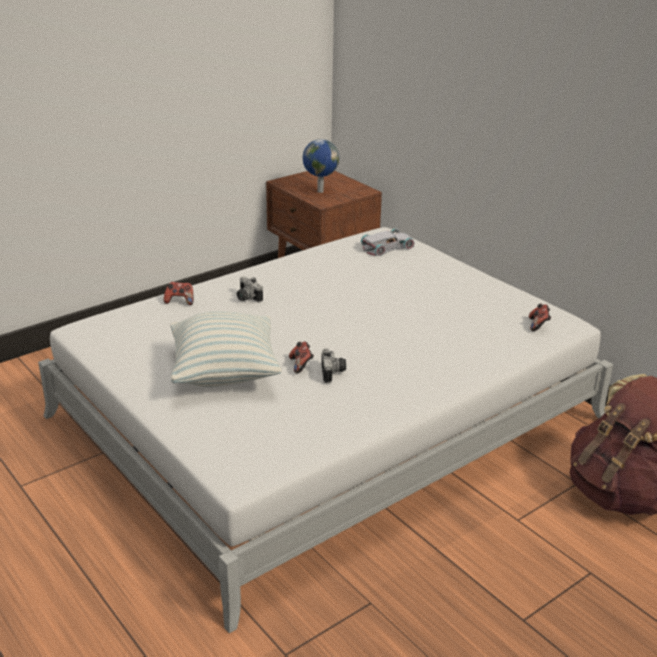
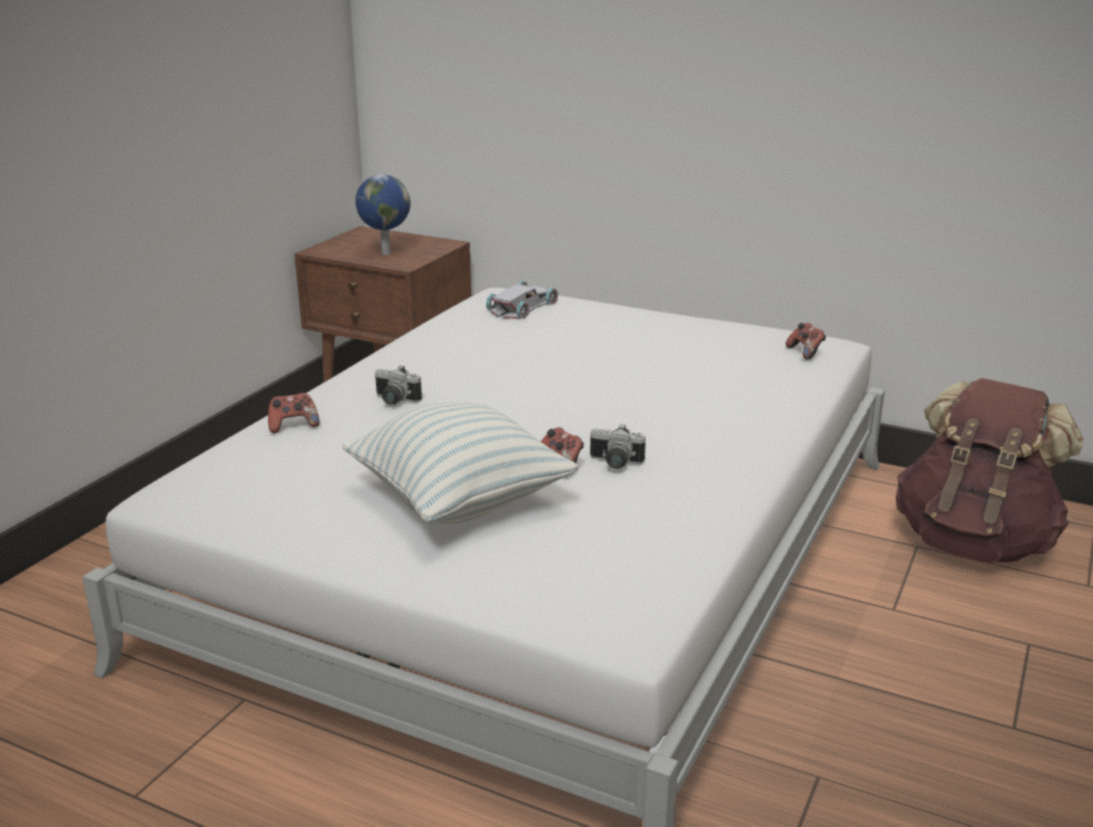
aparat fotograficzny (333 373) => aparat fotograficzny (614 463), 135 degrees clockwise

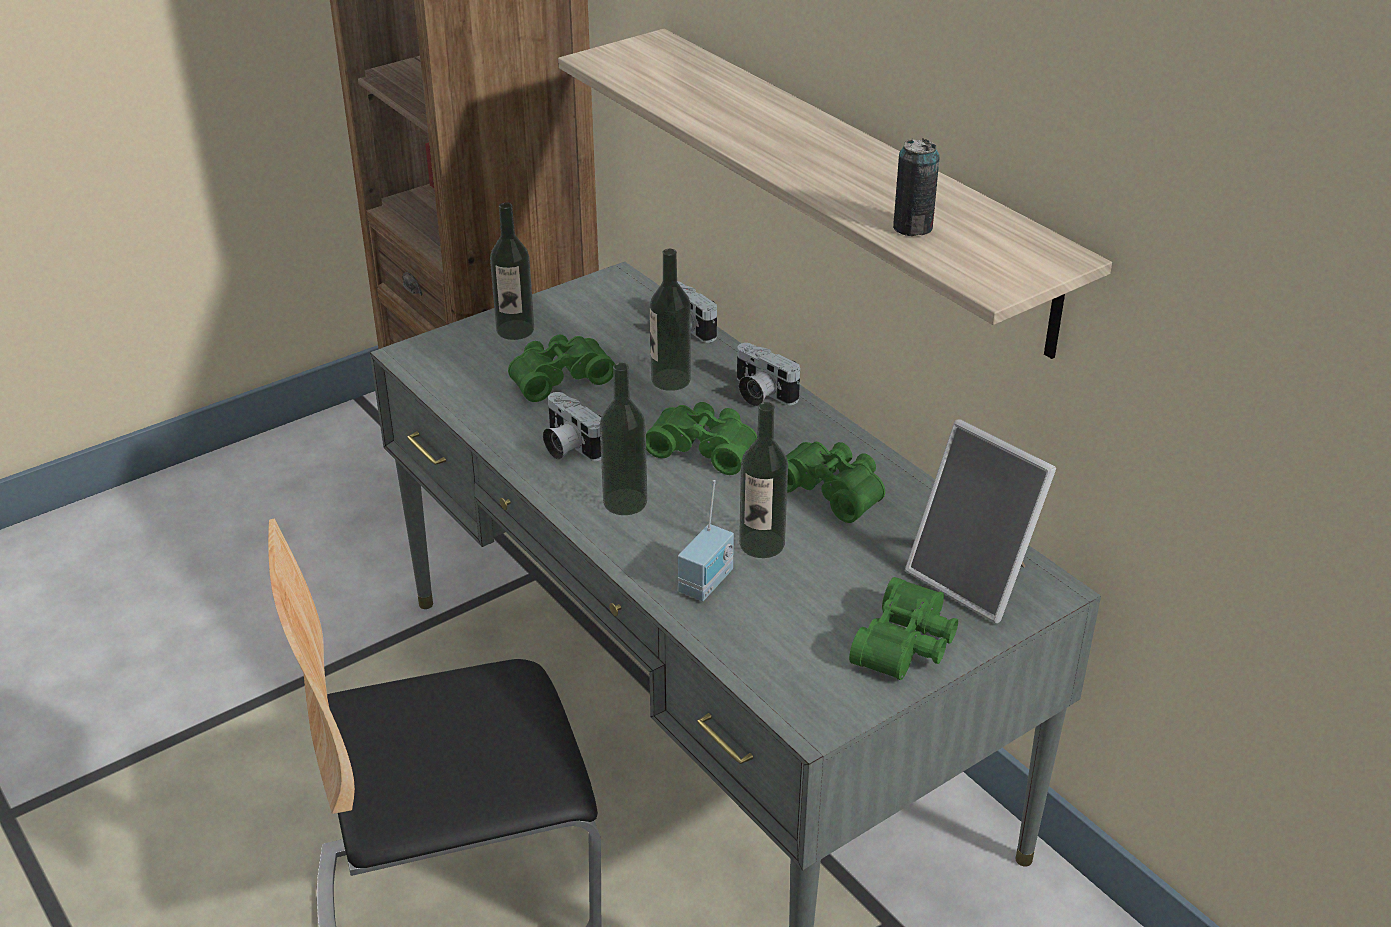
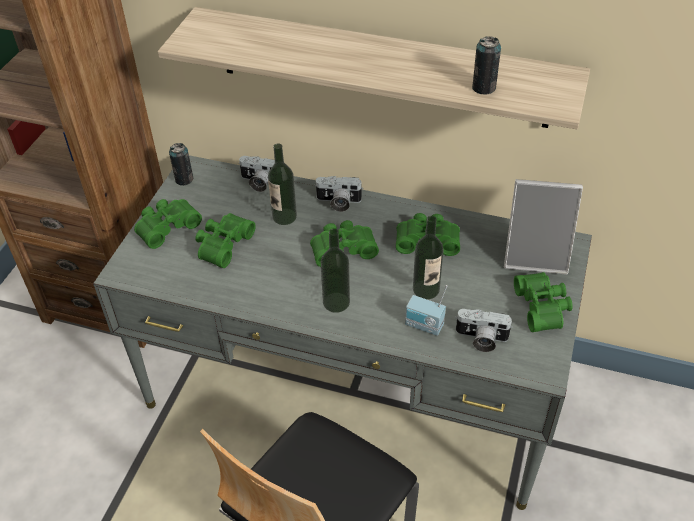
butelka (515 330) => lornetka [zielony] (166 226)
nothing => puszka (184 179)
radio (708 583) => radio (424 326), 120 degrees clockwise
aparat fotograficzny (568 446) => aparat fotograficzny (481 339), moved

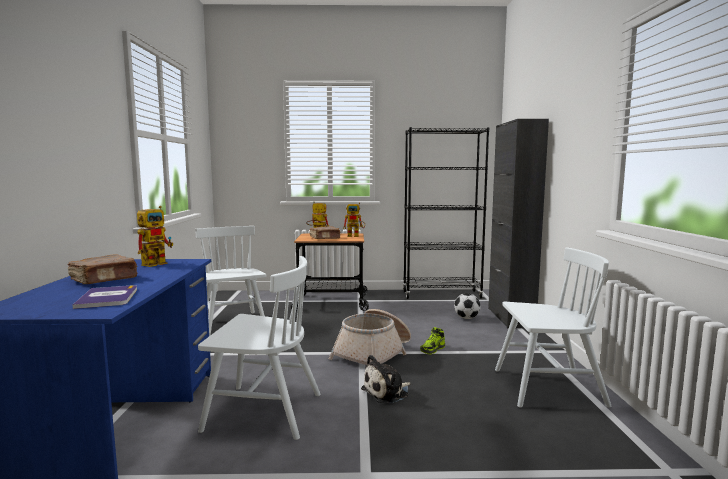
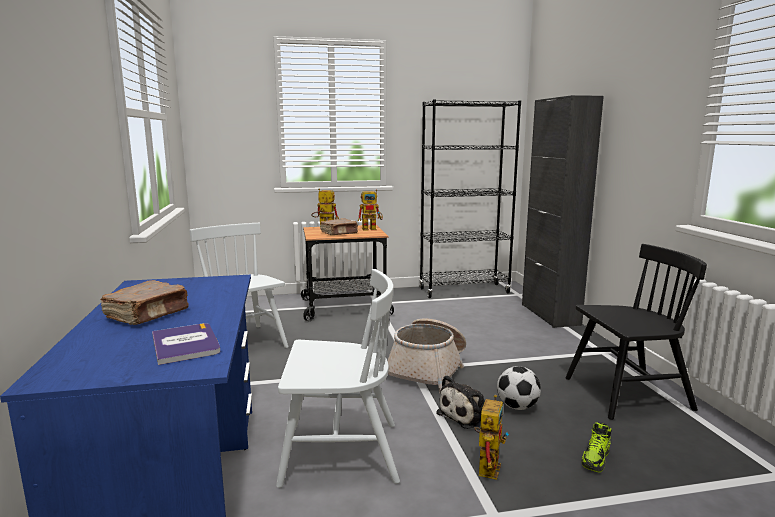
robot zabawkowy (157 263) => robot zabawkowy (487 465), moved
piłka futbolowa (466 318) => piłka futbolowa (517 407), moved
krzesło [biały] (547 387) => krzesło [czarny] (627 394)
but (432 349) => but (596 459), moved

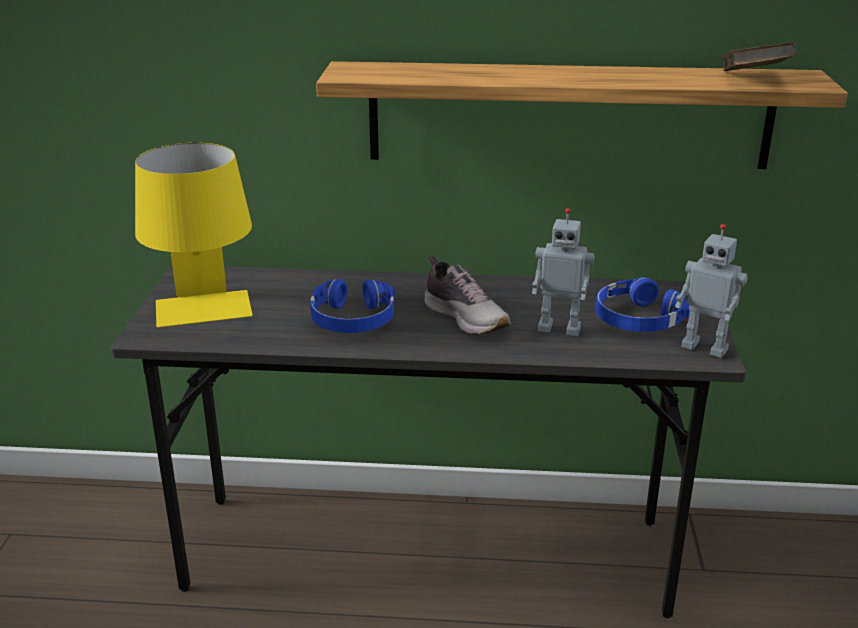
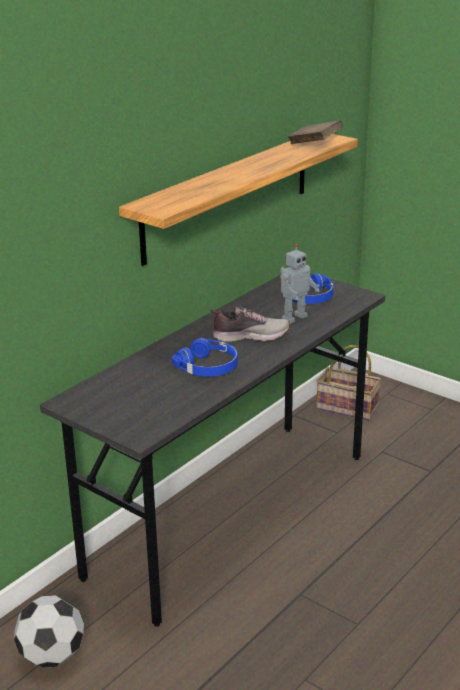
nothing => piłka futbolowa (52 656)
nothing => koszyk (345 408)
lampa stołowa [żółty] (205 317) => nothing
robot zabawkowy (705 347) => nothing

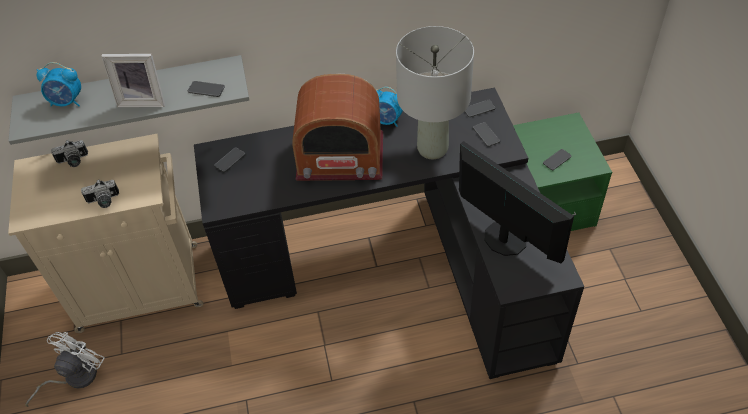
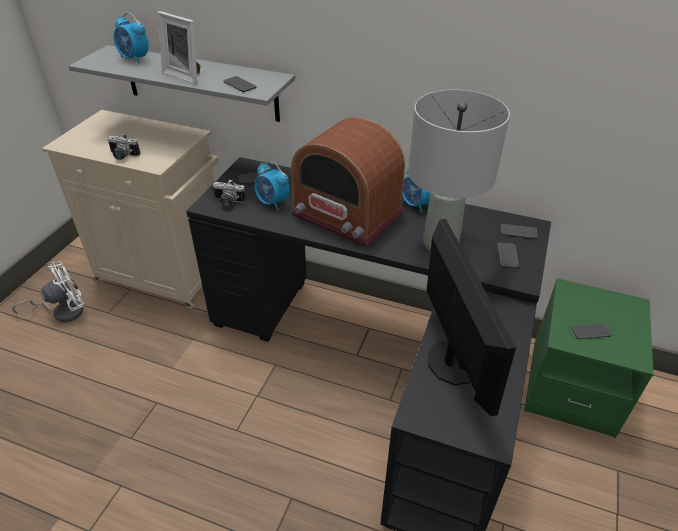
aparat fotograficzny (73 161) => aparat fotograficzny (228 202), moved
nothing => budzik (272 203)

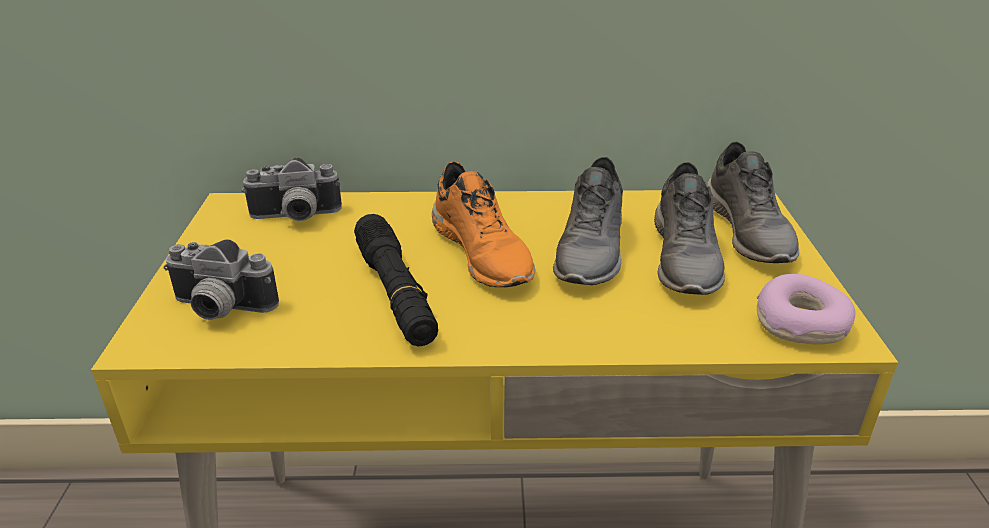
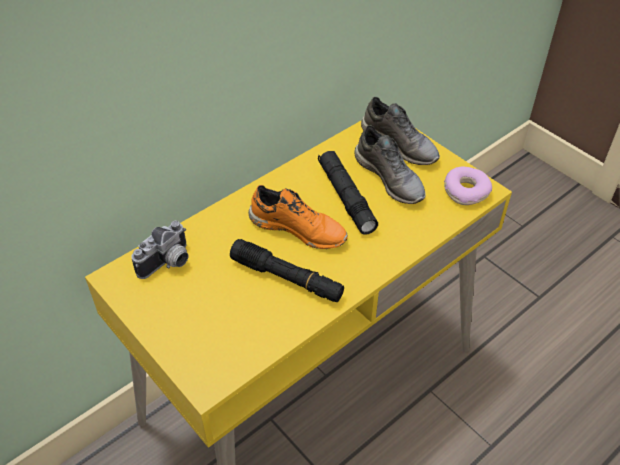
but [szary] (592 250) => latarka [czarny] (346 197)
aparat fotograficzny (218 310) => nothing

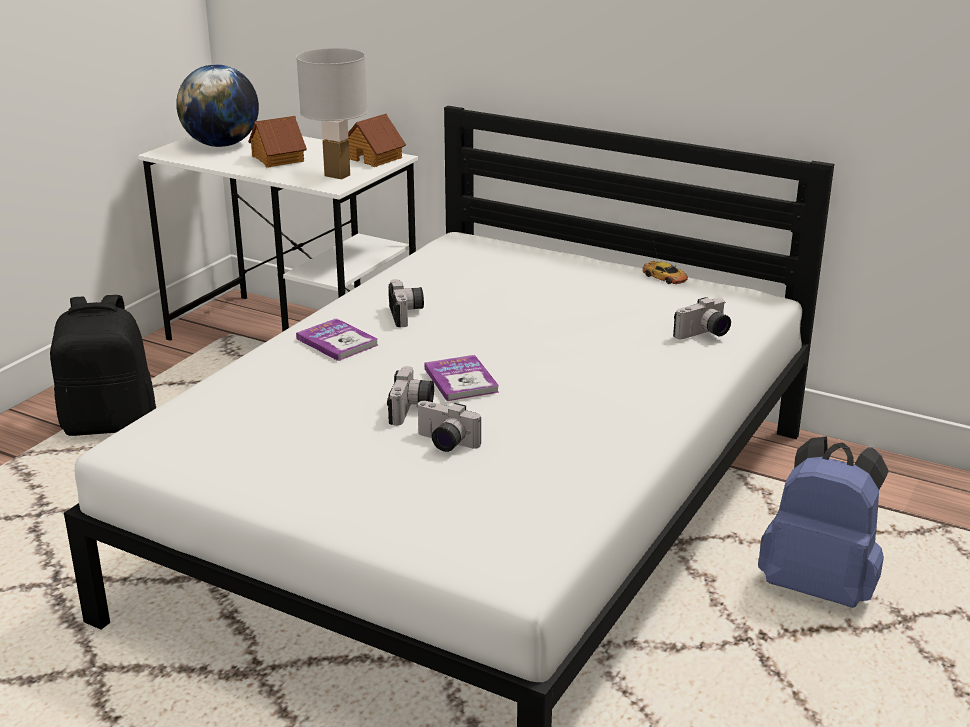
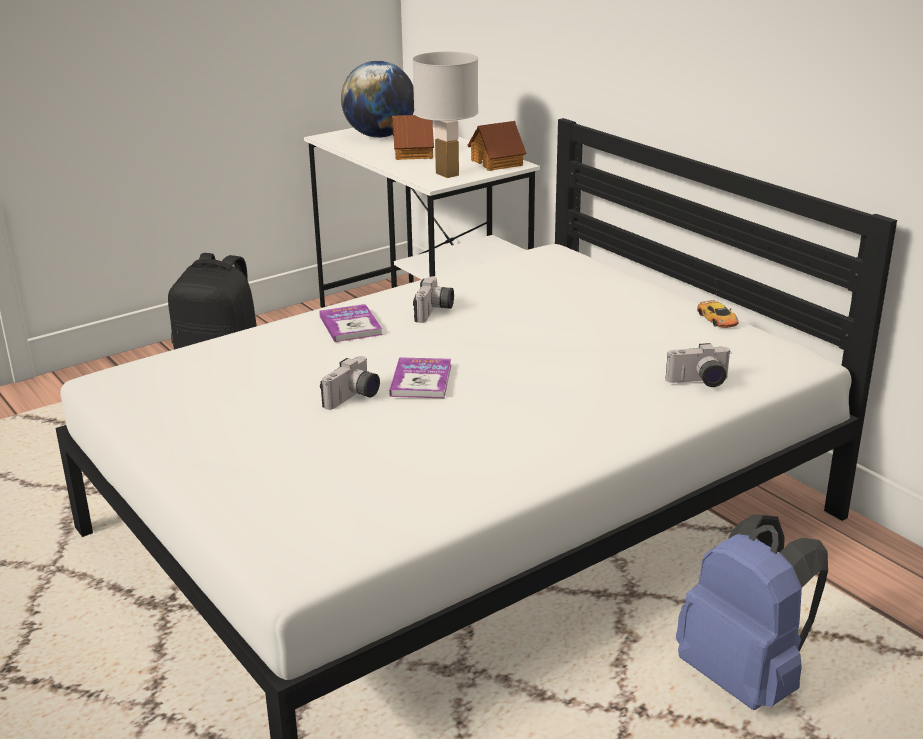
aparat fotograficzny (444 443) => nothing

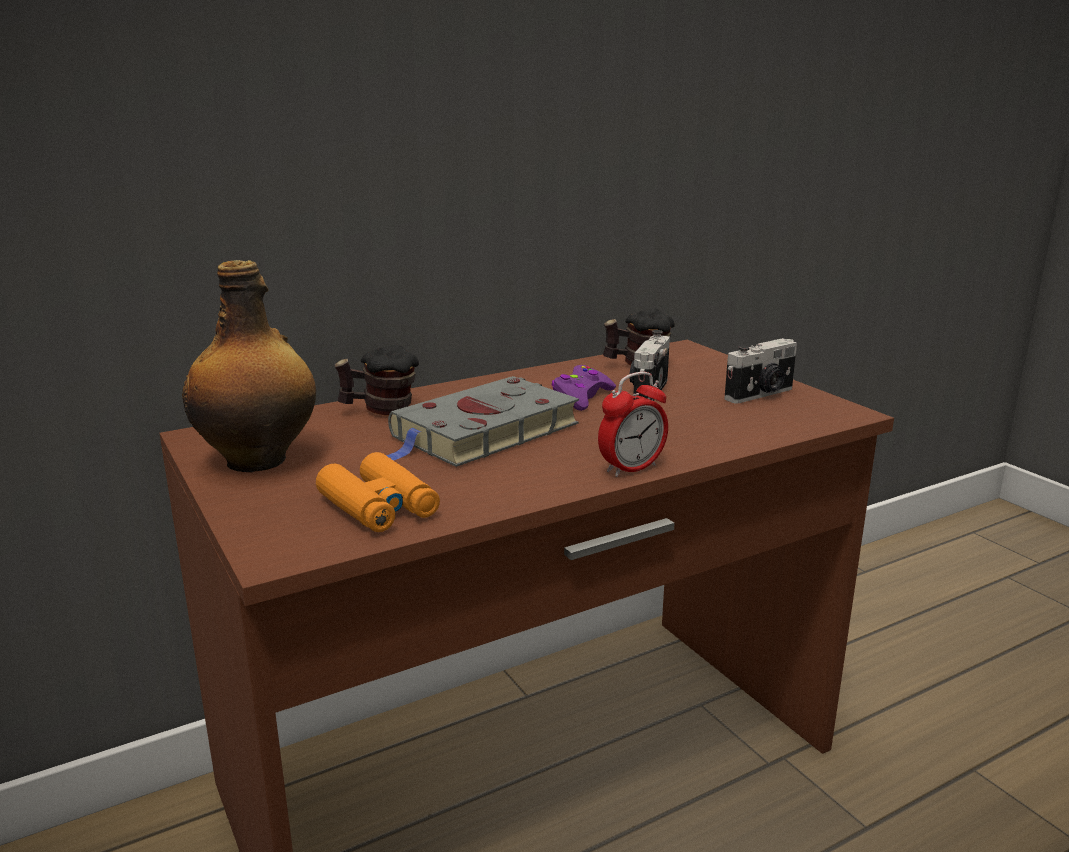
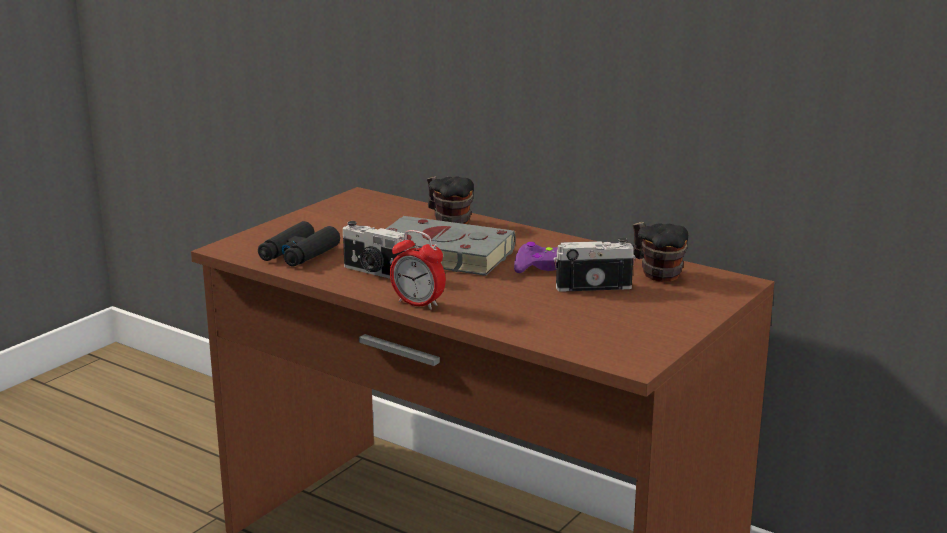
lornetka [pomarańczowy] (379 507) => lornetka [czarny] (299 254)
aparat fotograficzny (761 394) => aparat fotograficzny (375 272), moved
butelka (259 460) => nothing

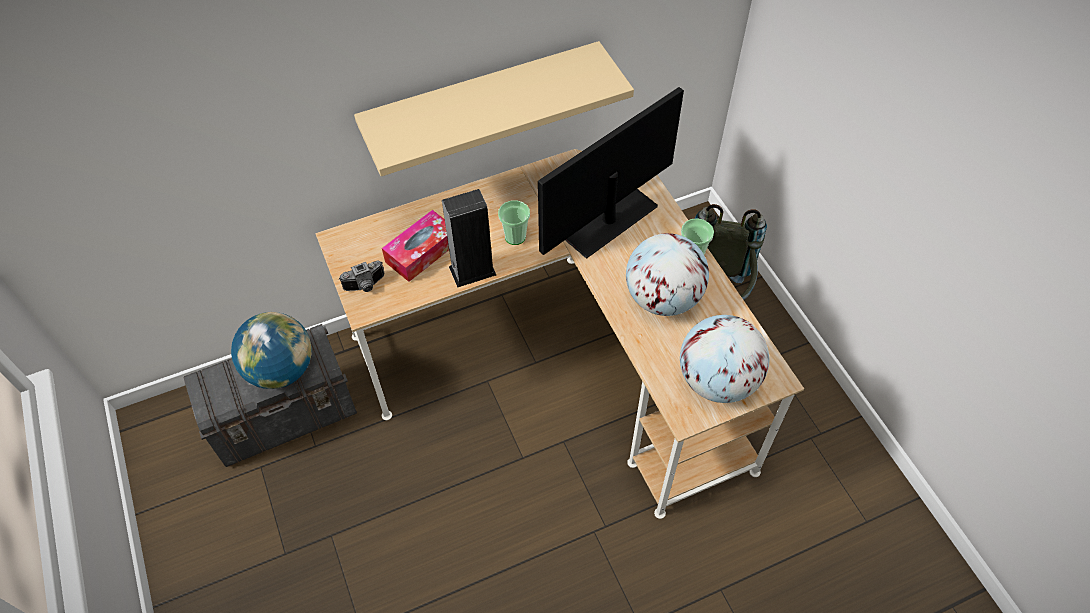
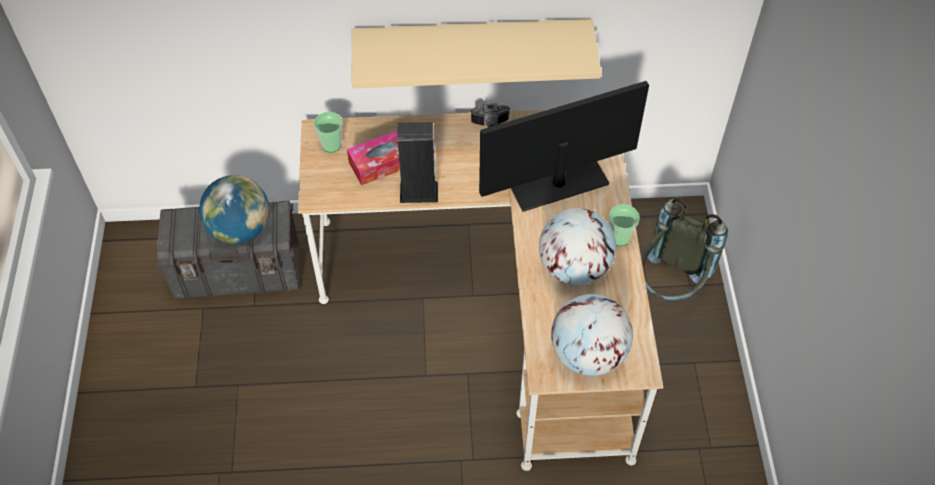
filiżanka (515 237) => filiżanka (331 145), moved
aparat fotograficzny (366 286) => aparat fotograficzny (490 124), moved

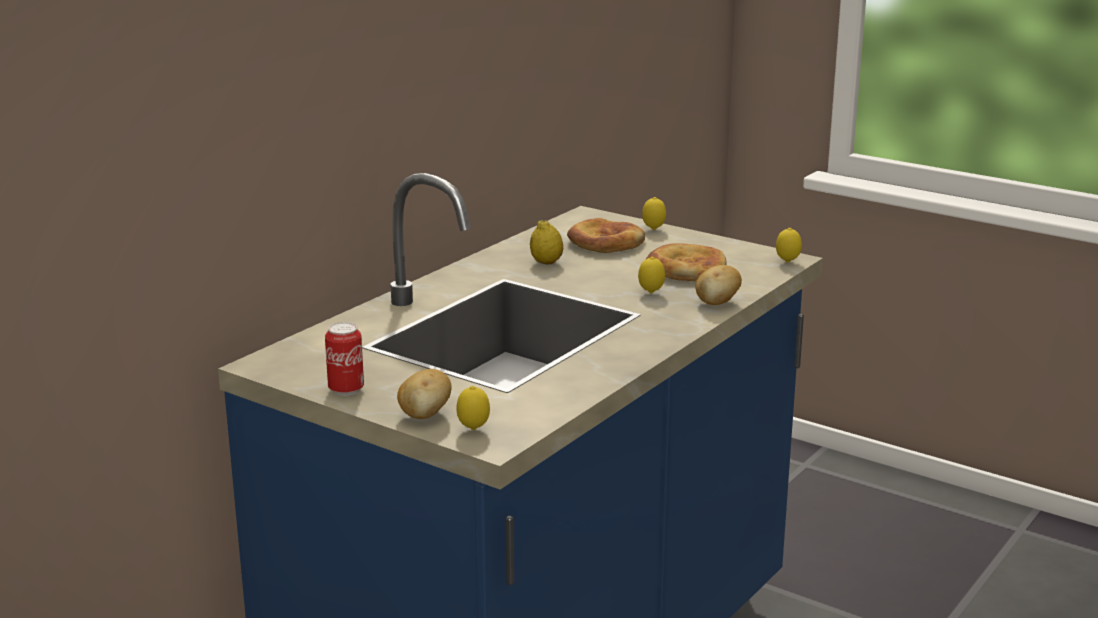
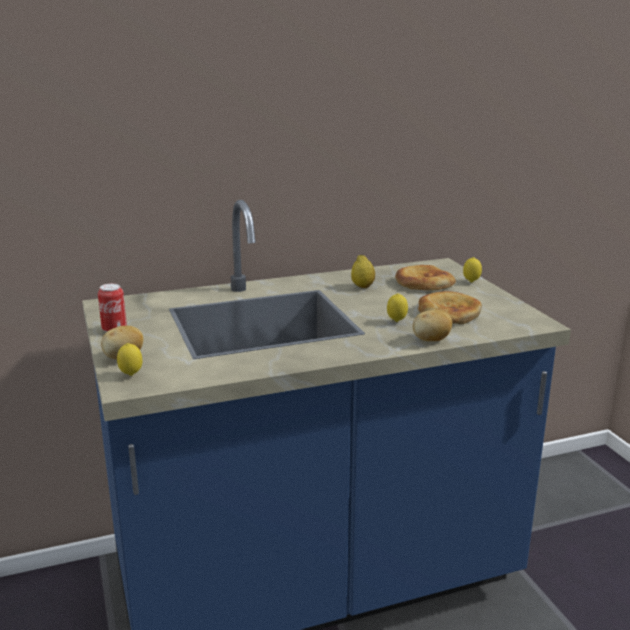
cytryna (787 262) => nothing

